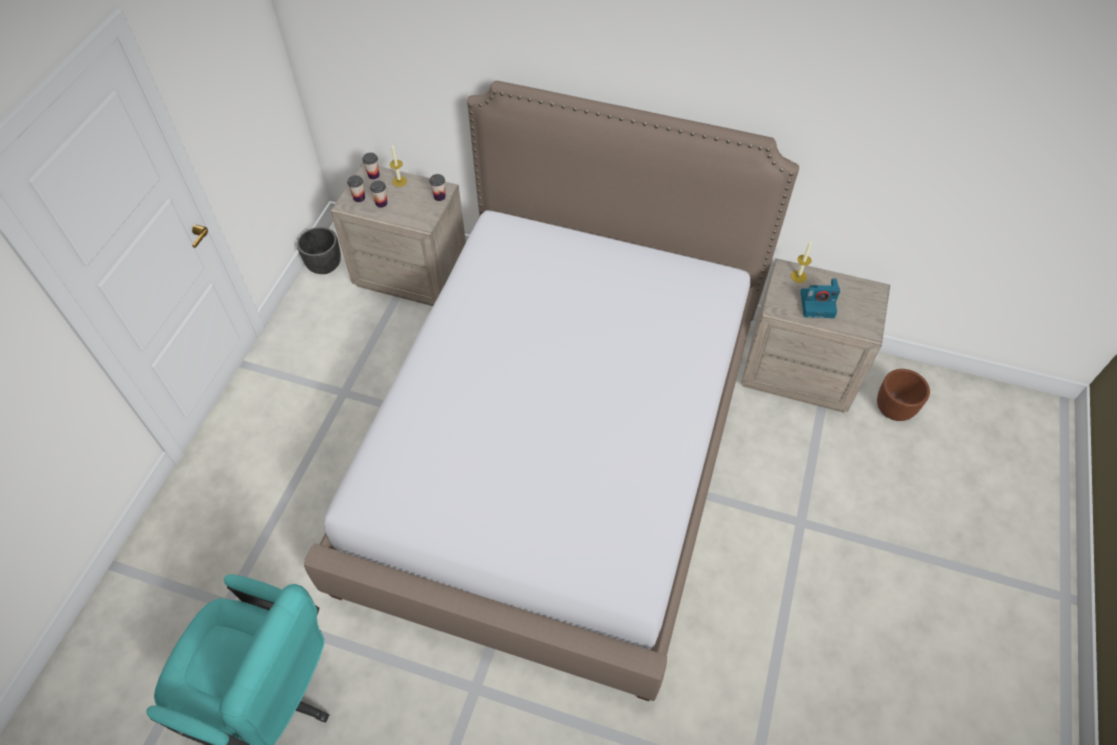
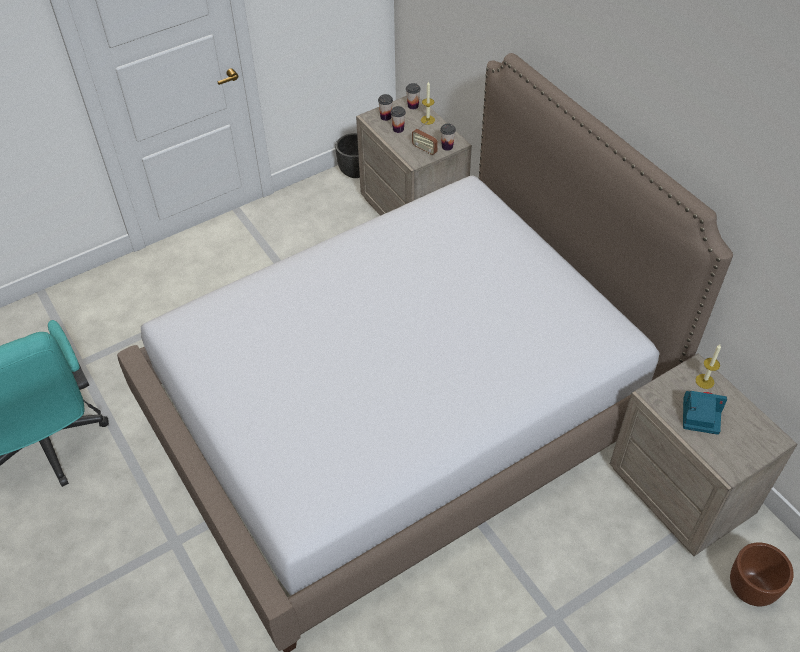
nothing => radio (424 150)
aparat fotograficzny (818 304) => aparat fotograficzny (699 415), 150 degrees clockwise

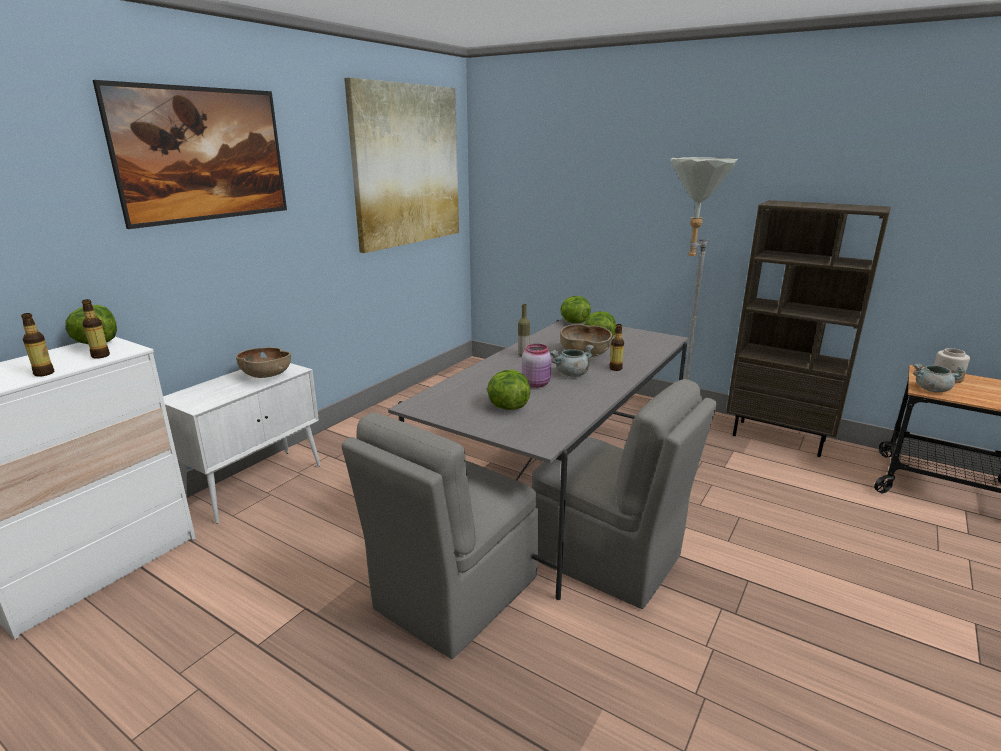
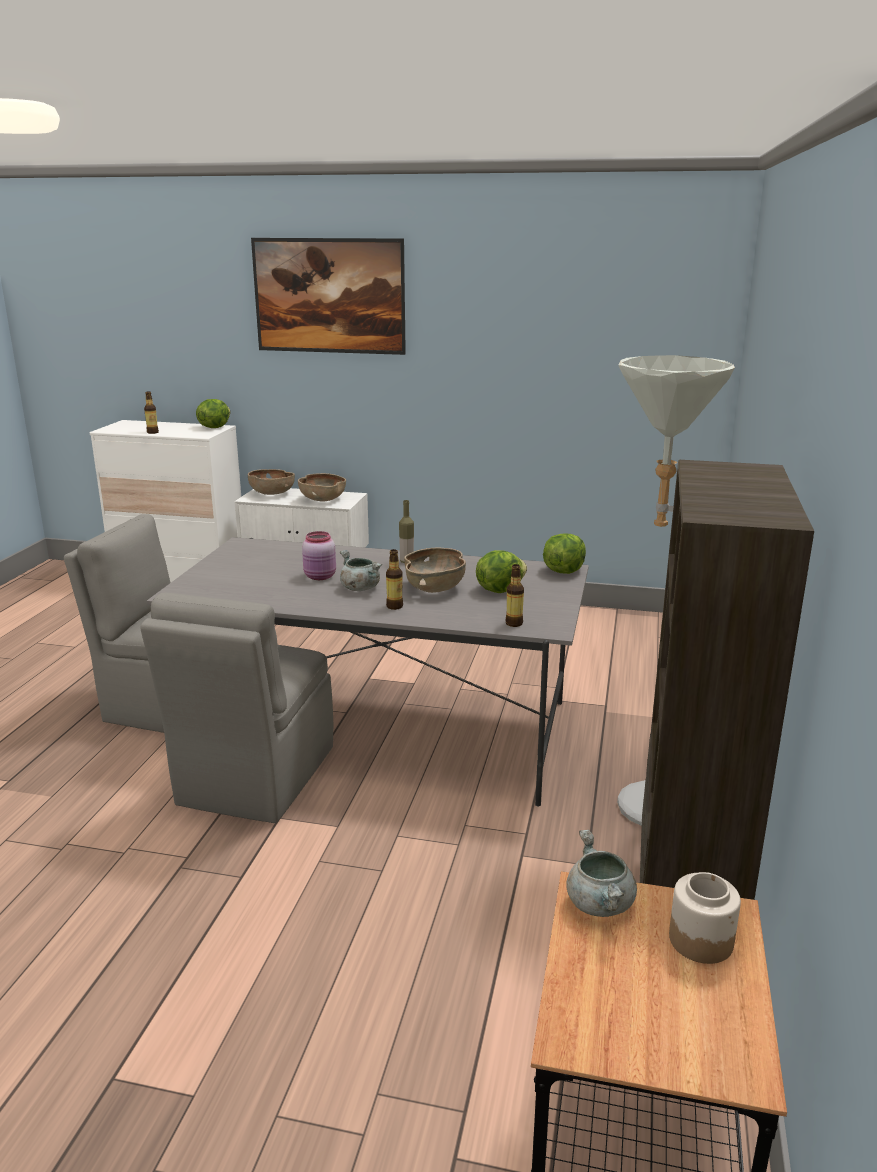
nothing => miska [brązowy] (271 494)
butelka (100 356) => butelka (514 623), moved
obraz (407 166) => nothing
sałata (507 407) => nothing

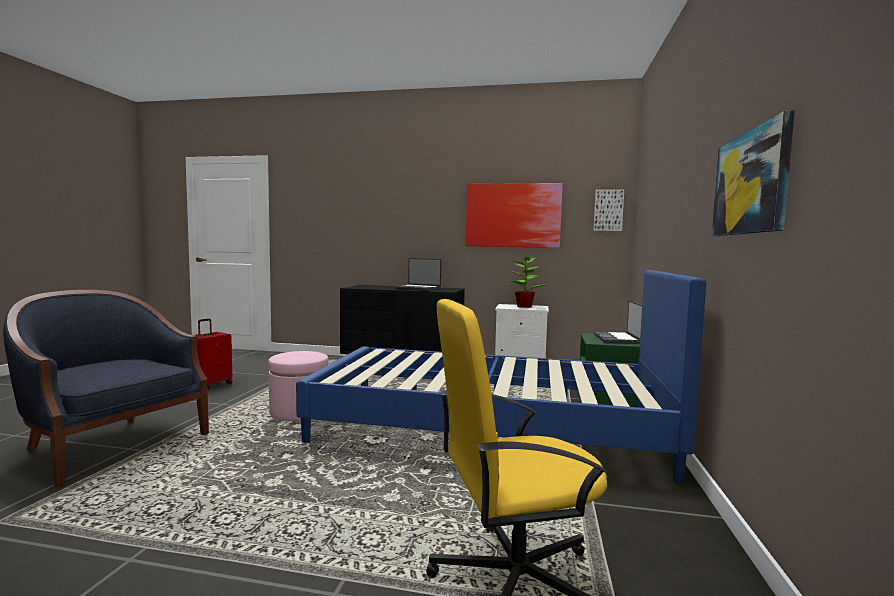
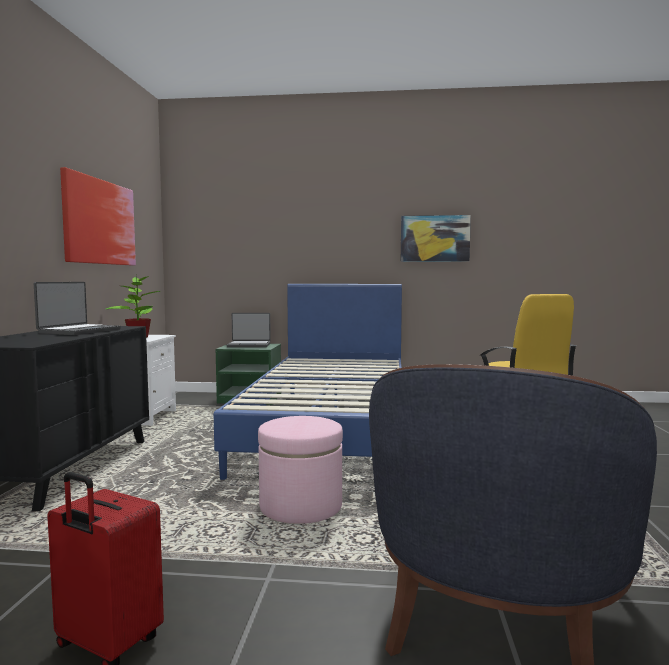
obraz (608 210) => nothing

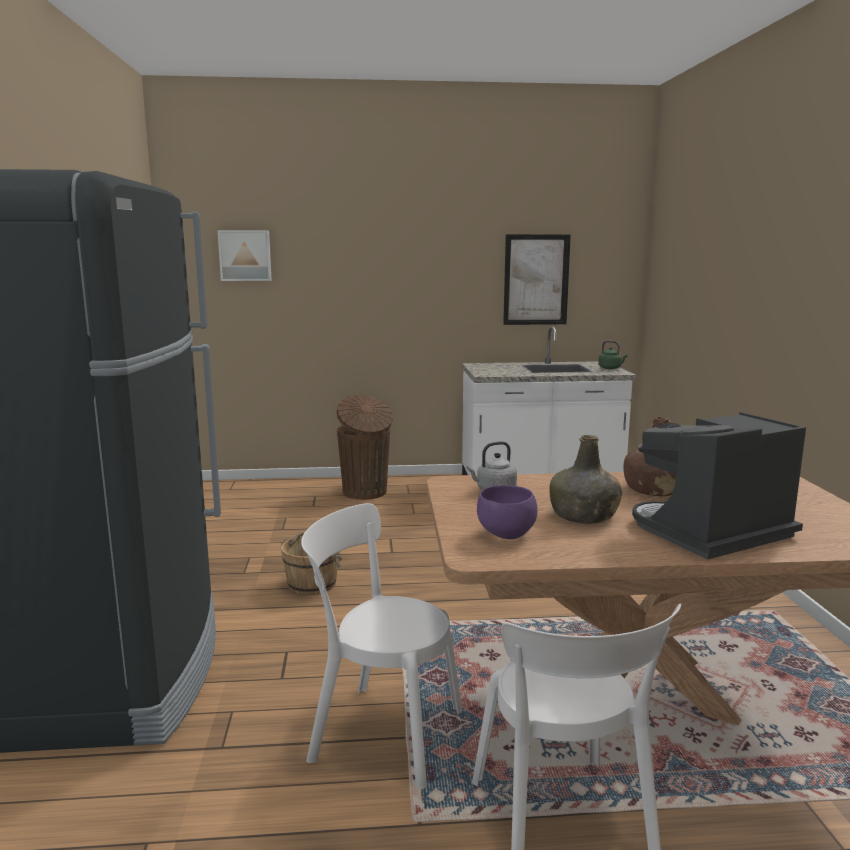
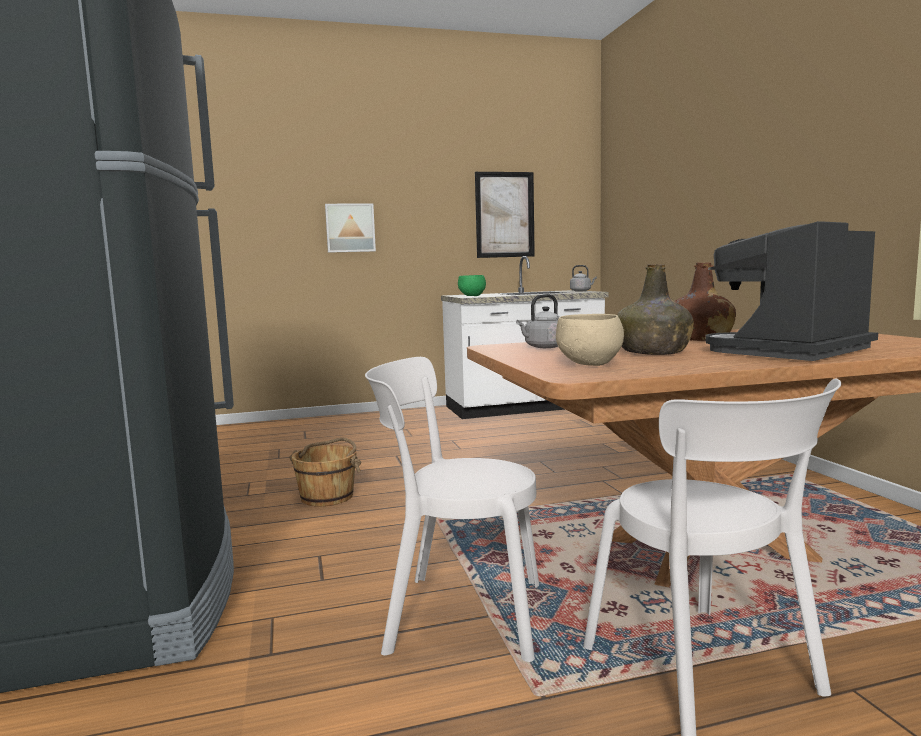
obraz (245 255) => obraz (350 228), moved
nothing => miska [zielony] (472 296)
miska [fioletowy] (507 535) => miska [beżowy] (590 364)
czajnik [zielony] (611 368) => czajnik [szary] (581 291)
kosz na śmieci [brązowy] (365 492) => nothing

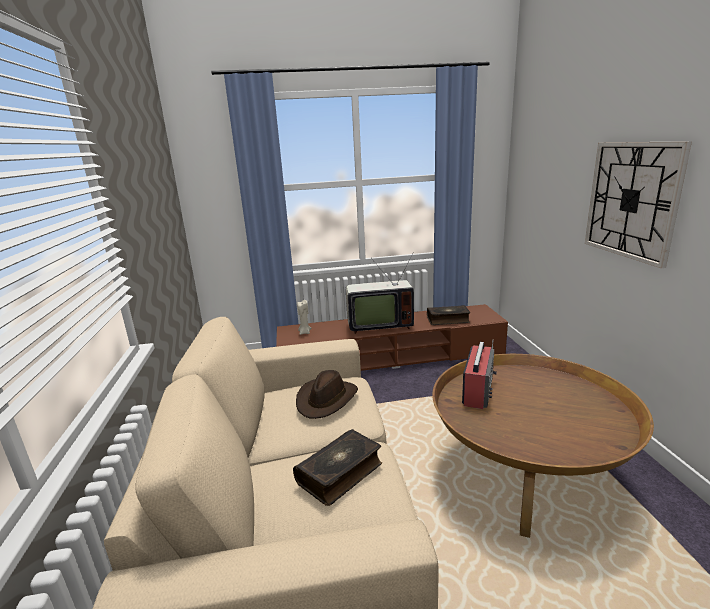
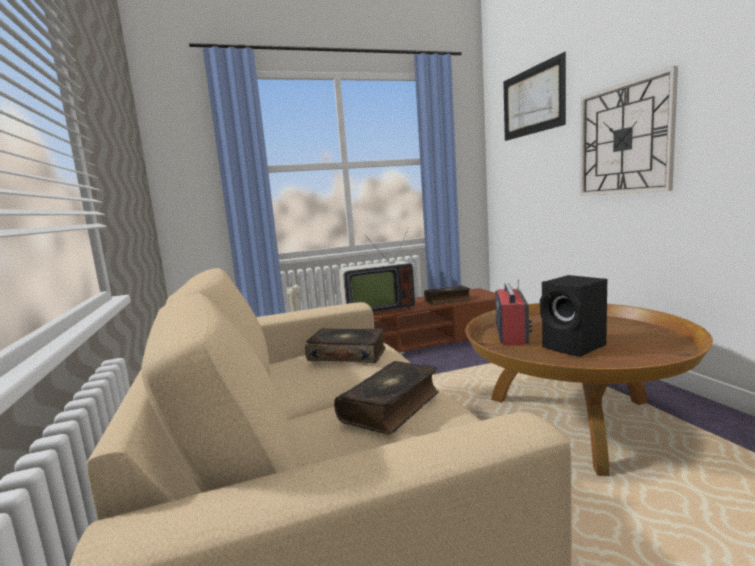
kapelusz [brązowy] (327 399) => książka (347 355)
nothing => obraz (532 101)
nothing => głośnik [czarny] (575 347)

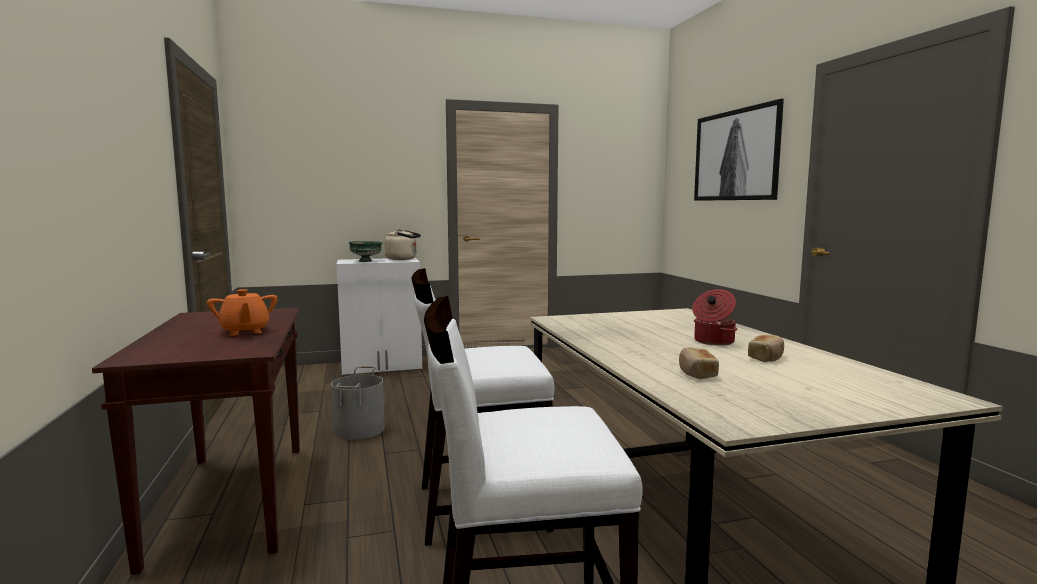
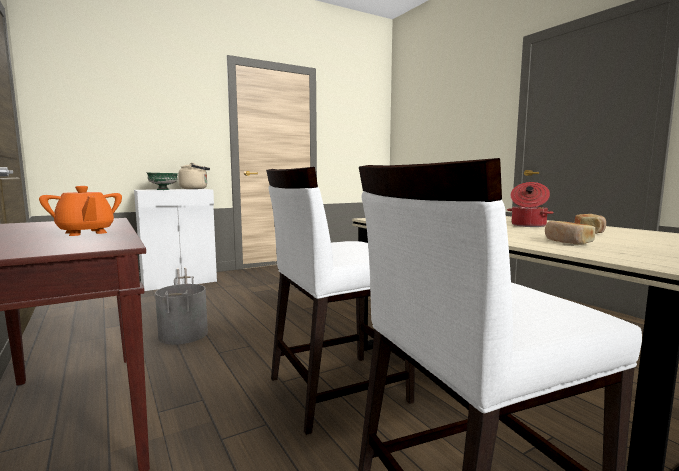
obraz (735 155) => nothing

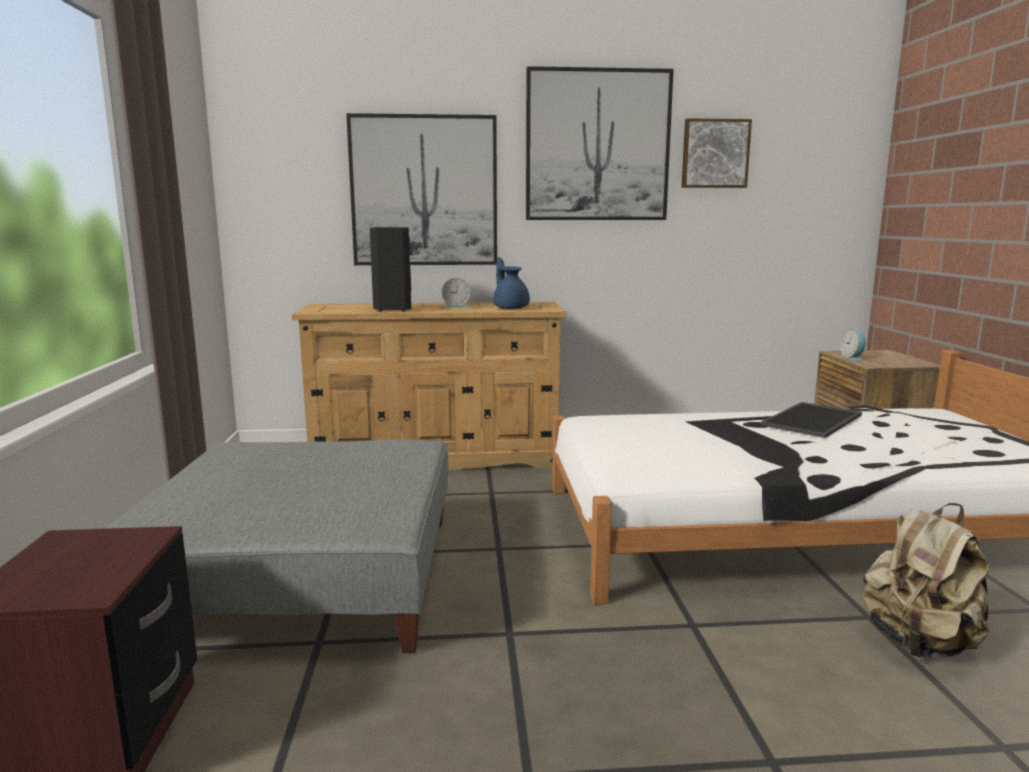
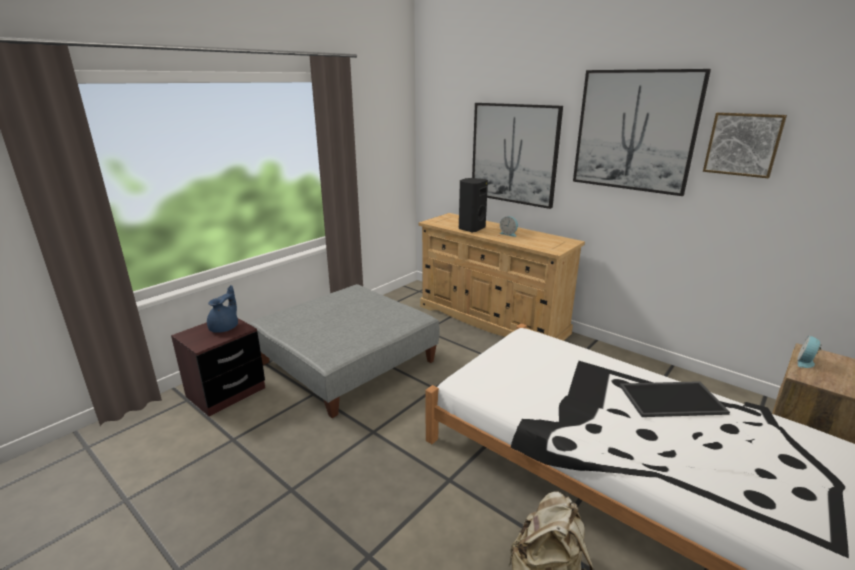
imbryk [niebieski] (510 308) => imbryk [niebieski] (225 327), moved

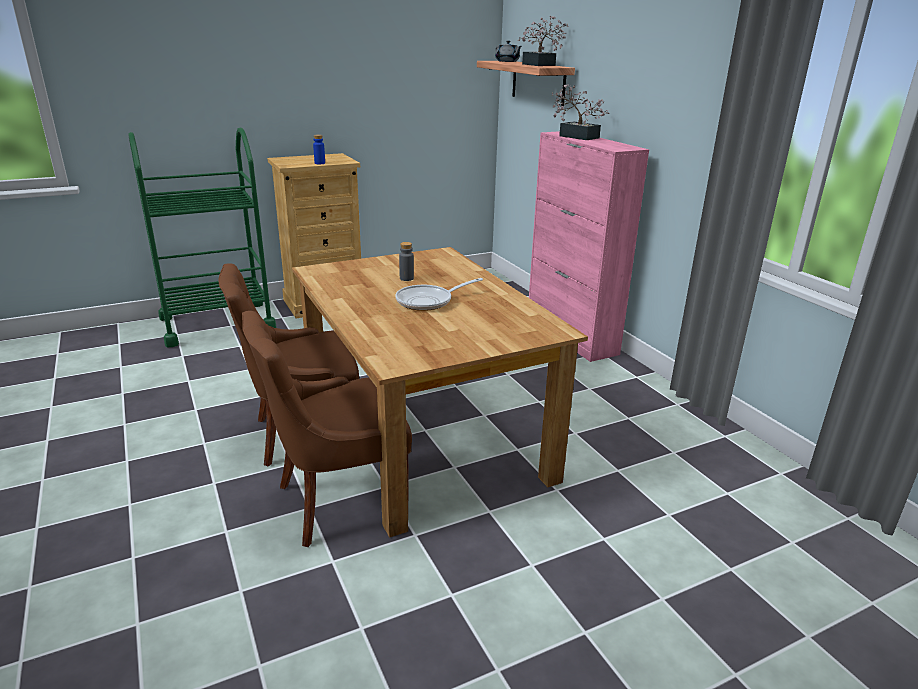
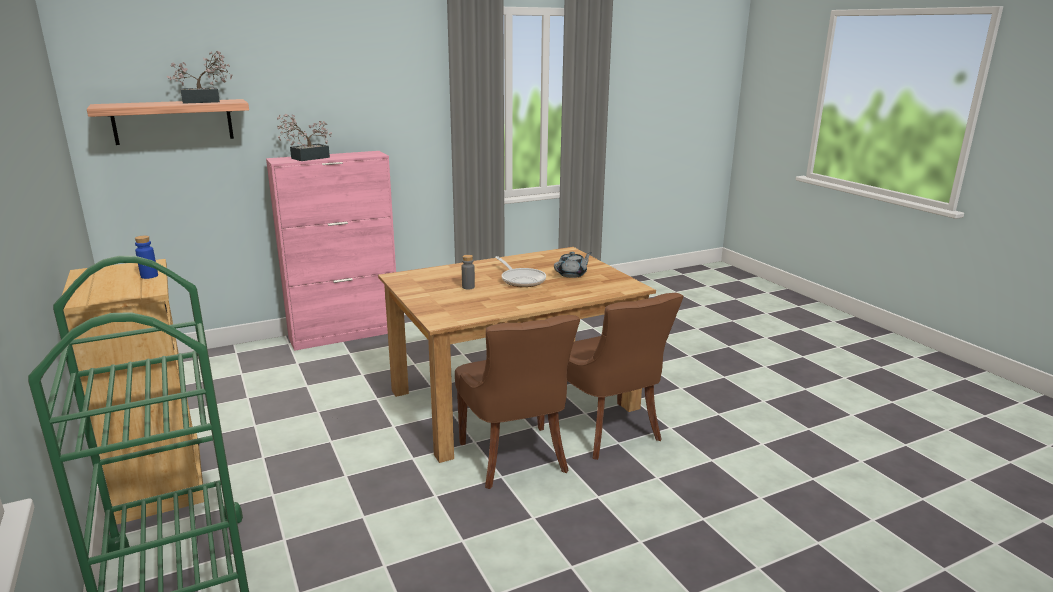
imbryk [szary] (507 61) => imbryk [szary] (572 274), moved

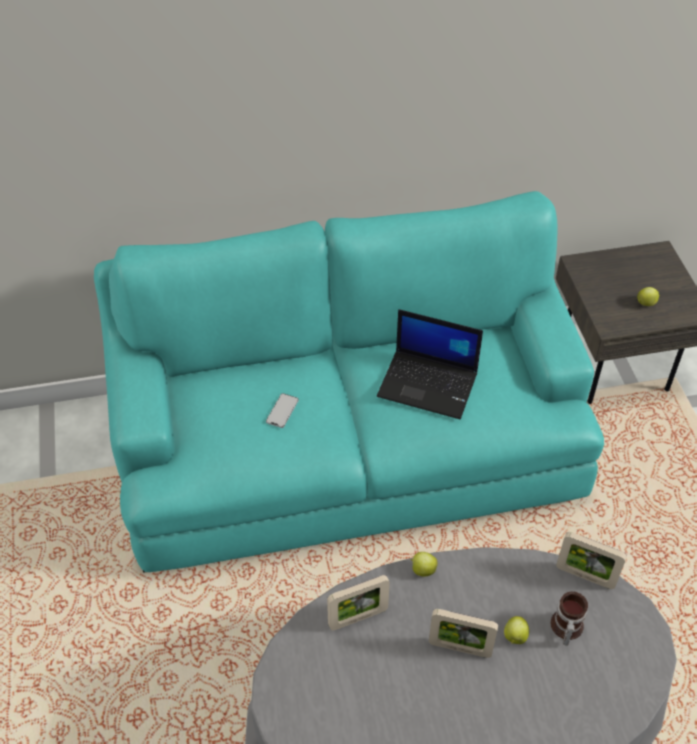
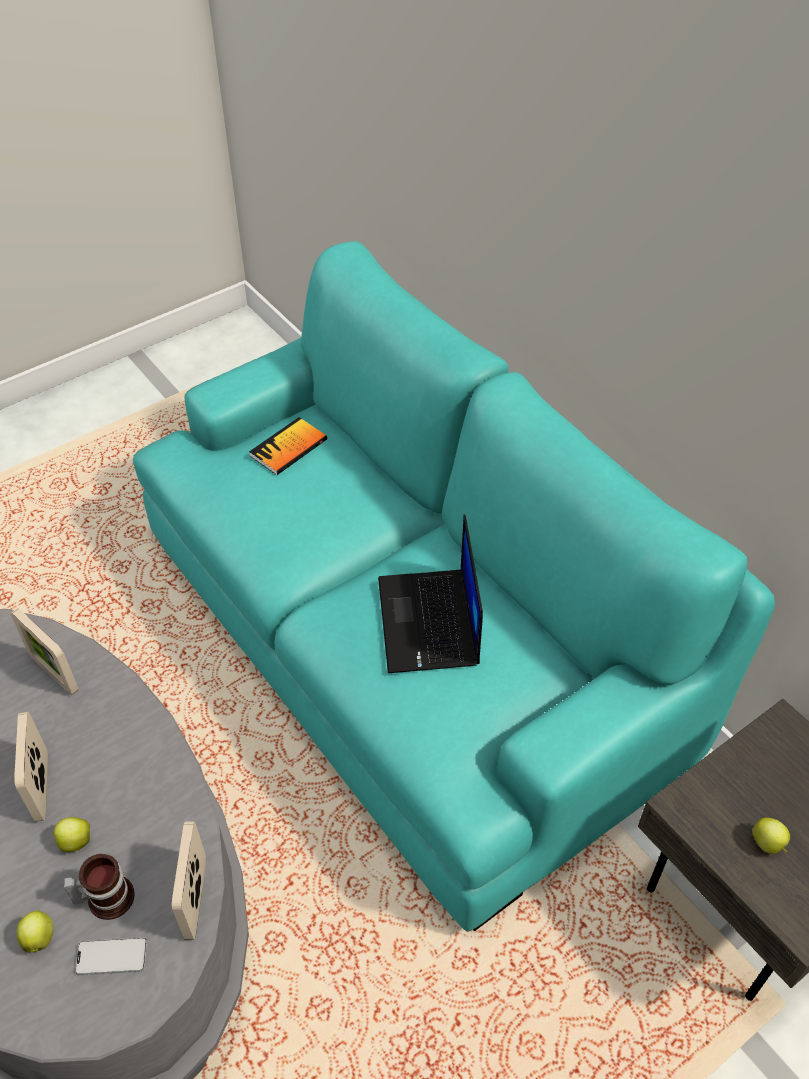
jabłko (422 570) => jabłko (39 937), moved
telefon (282 411) => telefon (112 957), moved
nothing => książka (288 448)

